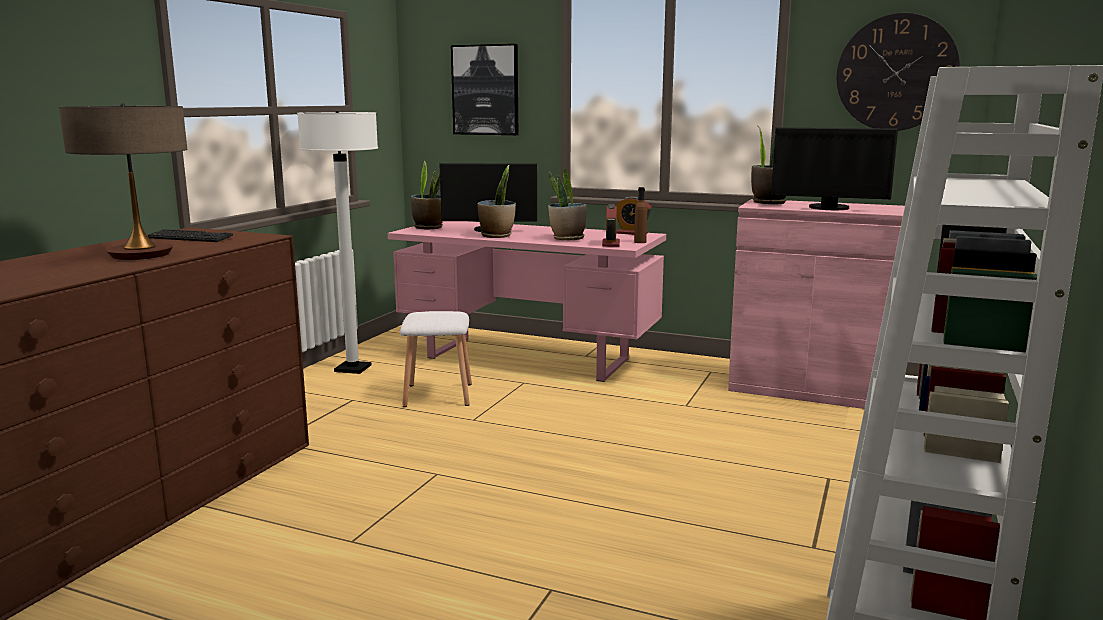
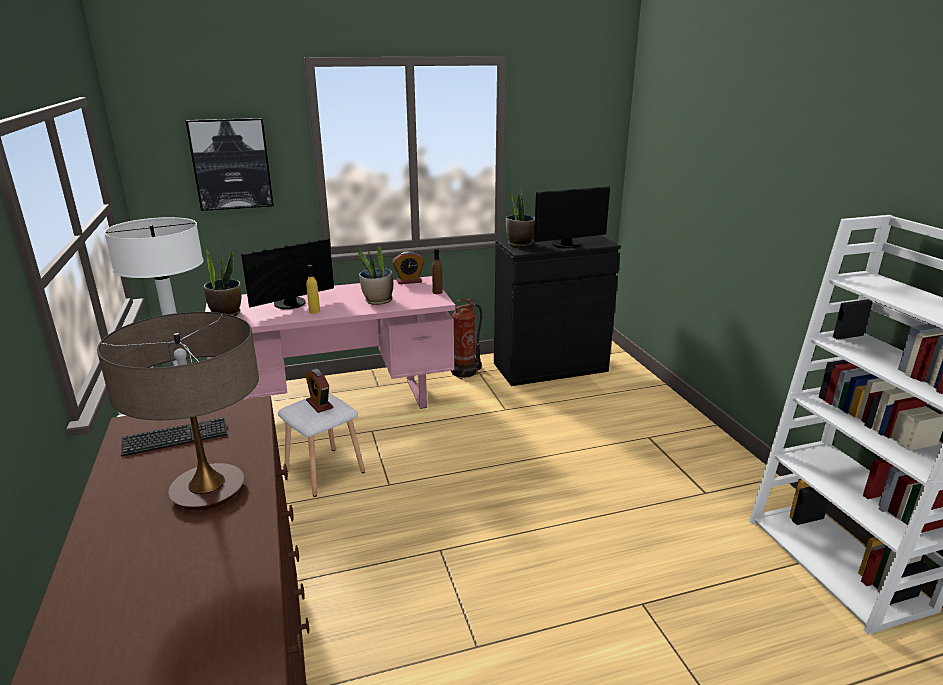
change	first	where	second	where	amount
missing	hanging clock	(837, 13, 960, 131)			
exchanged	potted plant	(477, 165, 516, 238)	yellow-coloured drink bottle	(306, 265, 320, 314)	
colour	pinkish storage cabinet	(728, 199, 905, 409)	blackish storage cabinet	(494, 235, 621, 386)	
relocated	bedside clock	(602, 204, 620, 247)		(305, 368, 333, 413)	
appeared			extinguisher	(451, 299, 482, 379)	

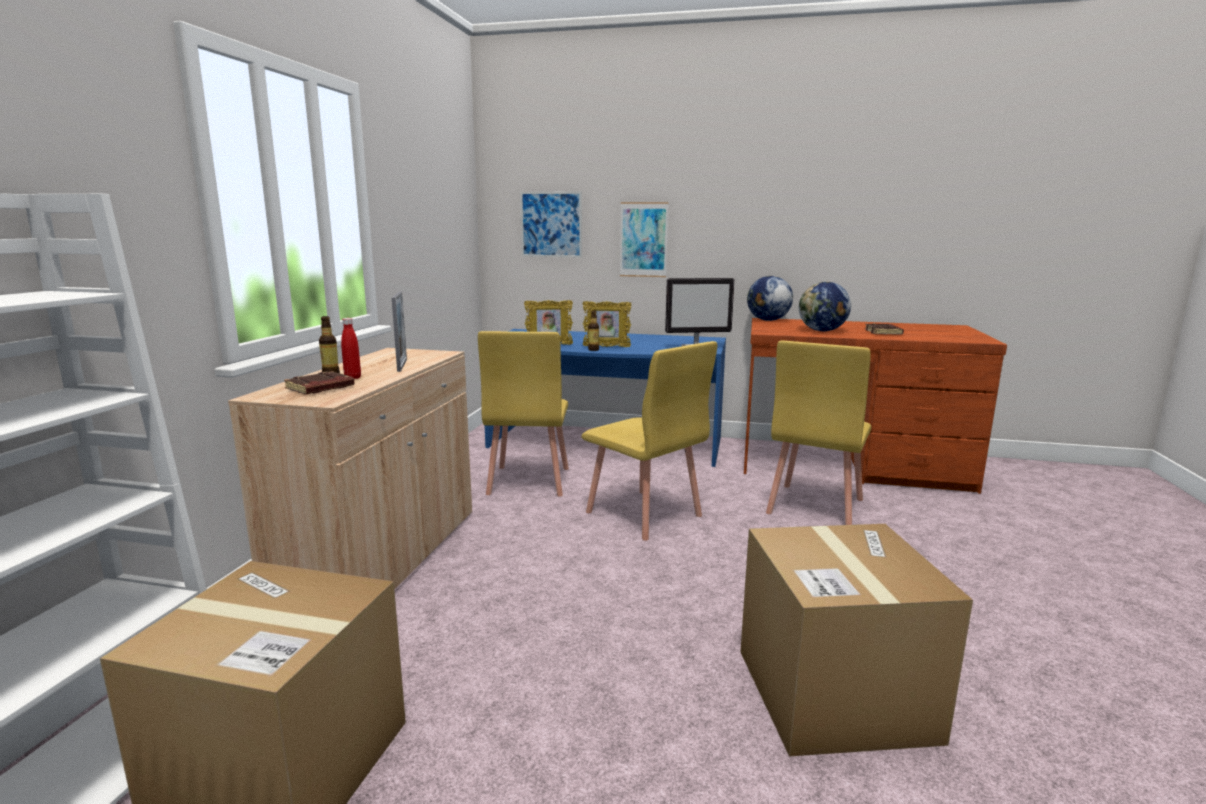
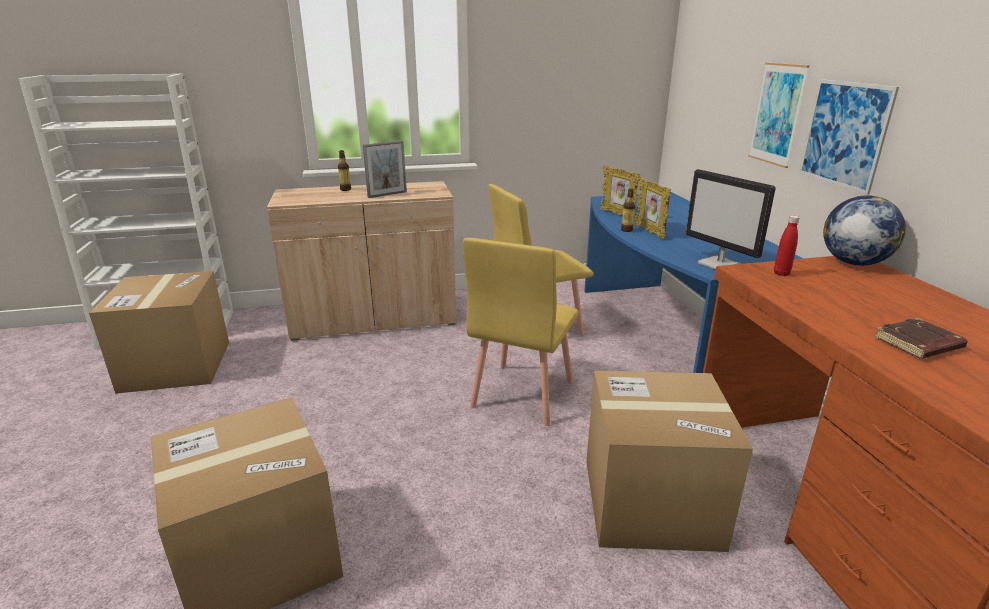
change	first	where	second	where	amount
relocated	picture	(520, 192, 582, 258)		(799, 79, 899, 195)	
missing	desk globe	(799, 282, 851, 331)			
relocated	red-coloured drink bottle	(341, 318, 361, 379)		(774, 216, 799, 276)	
exchanged	yellow-coloured plain chair	(766, 341, 871, 525)	carton	(586, 370, 753, 552)	
missing	brownish book	(284, 371, 355, 394)			

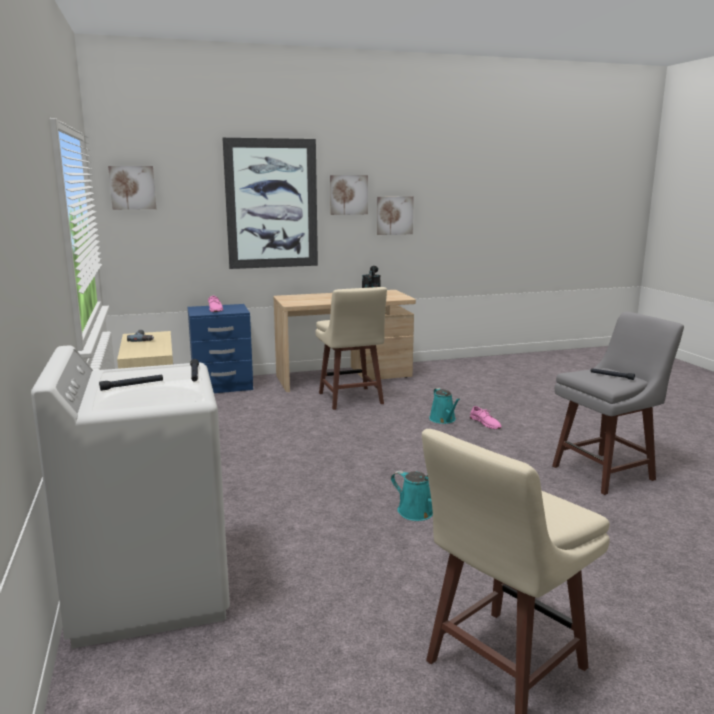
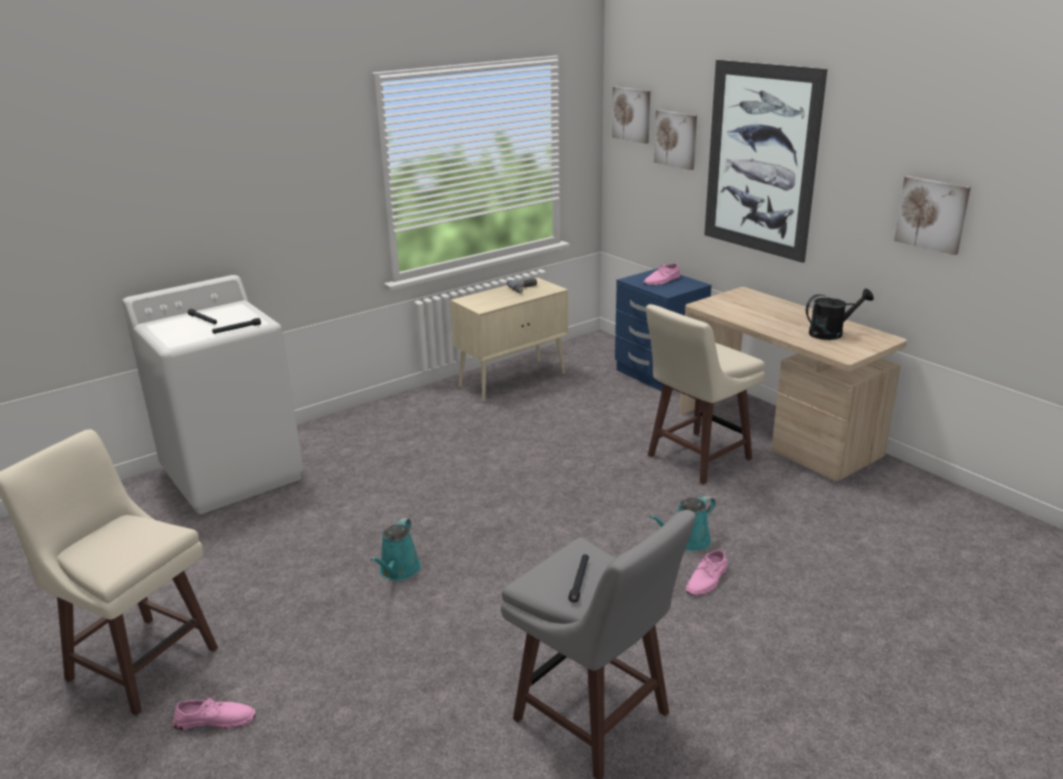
change	first	where	second	where	amount
relocated	picture	(330, 175, 368, 215)		(654, 110, 697, 170)	
appeared			pinkish item of footwear	(173, 695, 256, 730)	

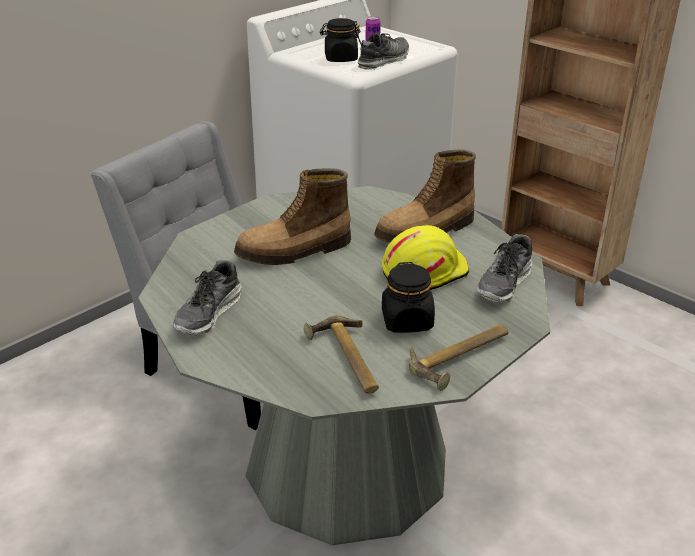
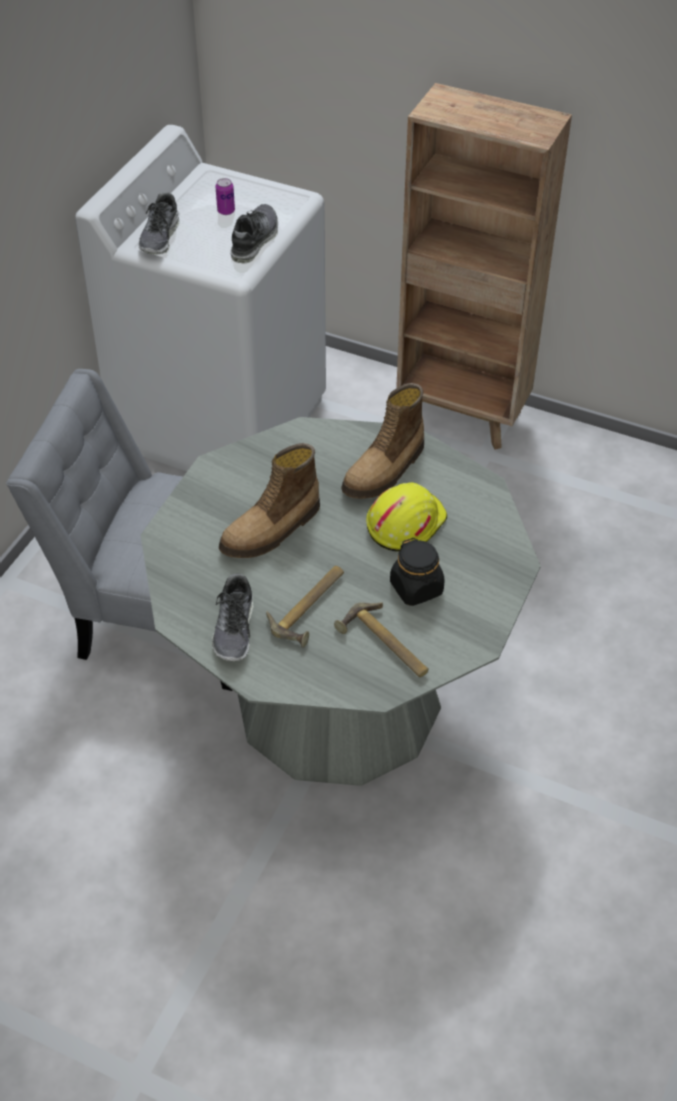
change	first	where	second	where	amount
missing	blackish jar	(320, 18, 361, 62)			
relocated	item of footwear	(477, 234, 532, 302)		(139, 193, 180, 255)	
relocated	hammer	(409, 324, 508, 391)		(266, 566, 344, 648)	

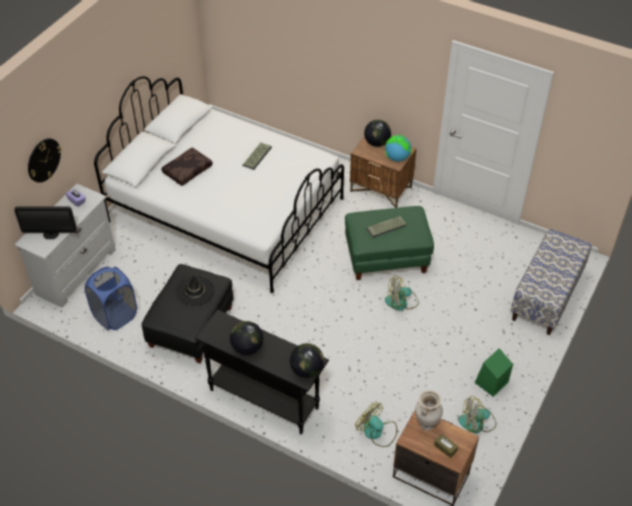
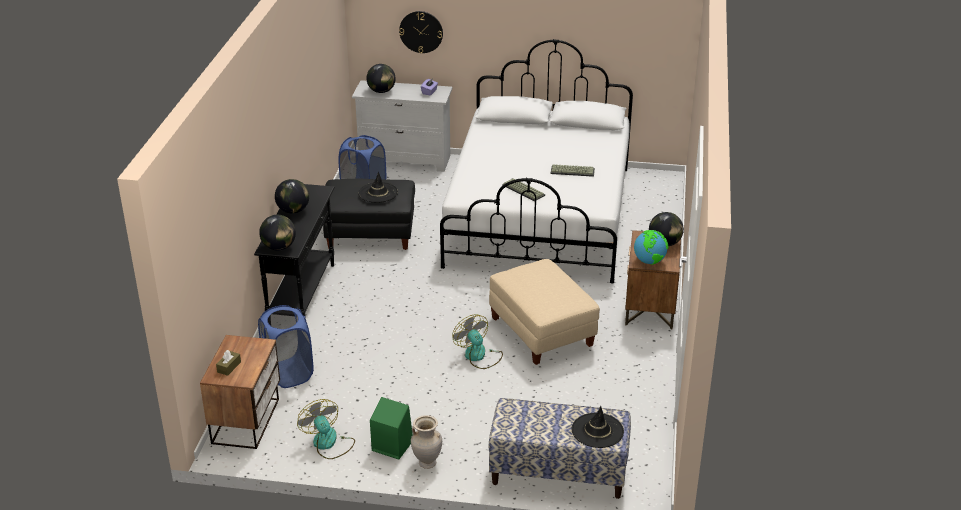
change	first	where	second	where	amount
missing	brownish pillow	(161, 148, 213, 186)			
colour	green-coloured ottoman	(345, 206, 434, 280)	beige-coloured ottoman	(489, 259, 600, 365)	
exchanged	computer screen	(14, 207, 77, 239)	desk globe	(366, 64, 396, 93)	
relocated	PC keyboard	(366, 216, 407, 238)		(502, 178, 545, 201)	
relocated	beige-coloured vase	(415, 390, 443, 430)		(411, 415, 442, 469)	
exchanged	fan	(355, 402, 397, 447)	bluish laundry basket	(258, 305, 313, 388)	
appeared			blackish wearable hat	(572, 406, 624, 448)	

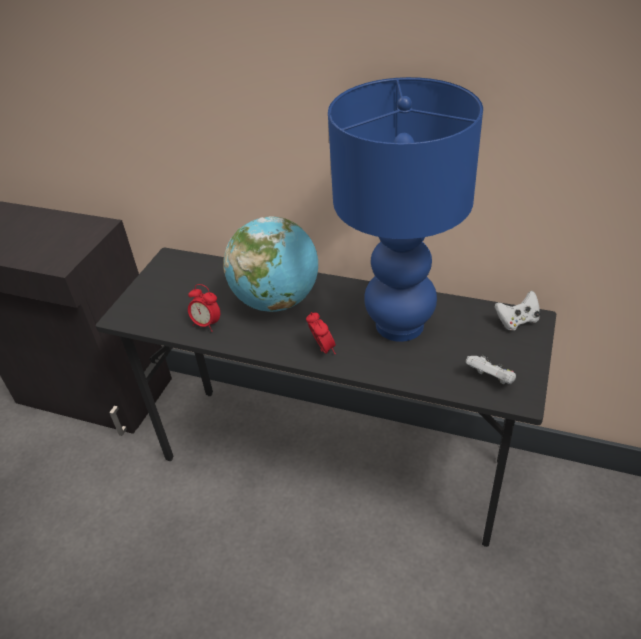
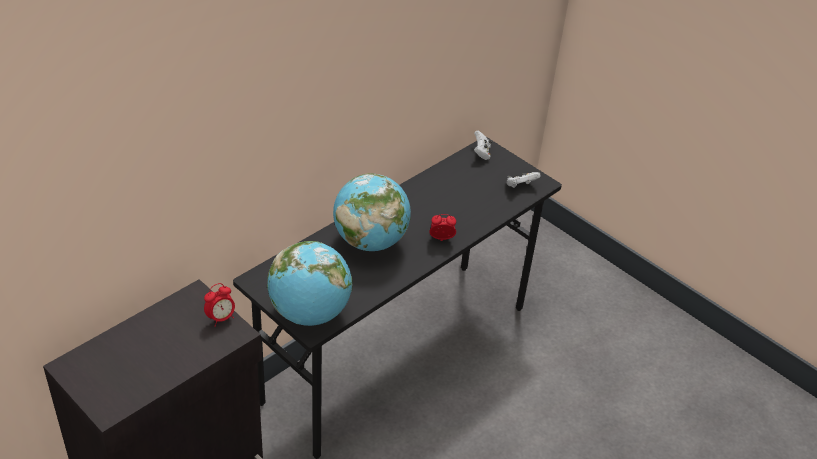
change	first	where	second	where	amount
missing	bluish lamp for a table	(328, 77, 483, 342)			
relocated	bedside clock	(188, 284, 220, 332)		(204, 283, 235, 327)	
appeared			desk globe	(267, 241, 352, 326)	

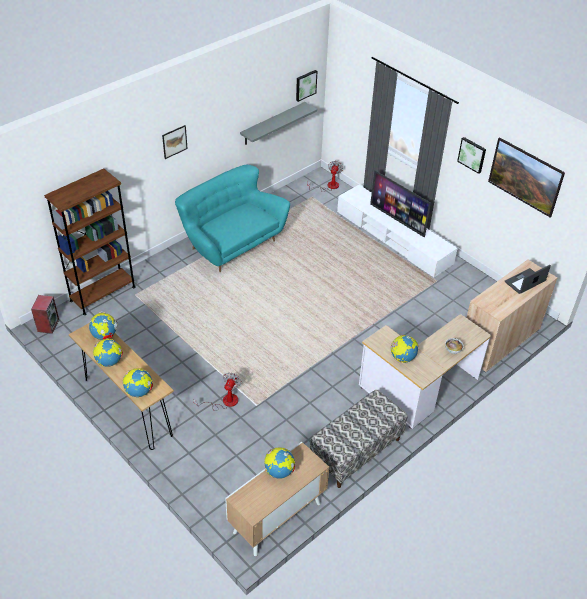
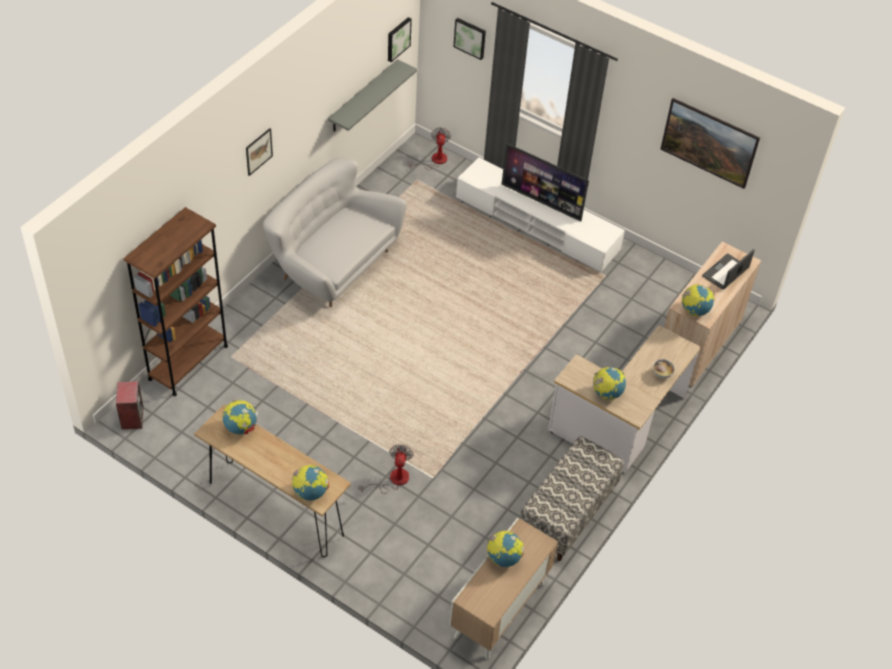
change	first	where	second	where	amount
relocated	picture	(457, 137, 486, 174)		(454, 18, 486, 60)	
colour	turquoise-coloured settee	(175, 165, 290, 272)	whitish settee	(263, 157, 407, 307)	
relocated	desk globe	(93, 338, 123, 367)		(682, 284, 714, 317)	

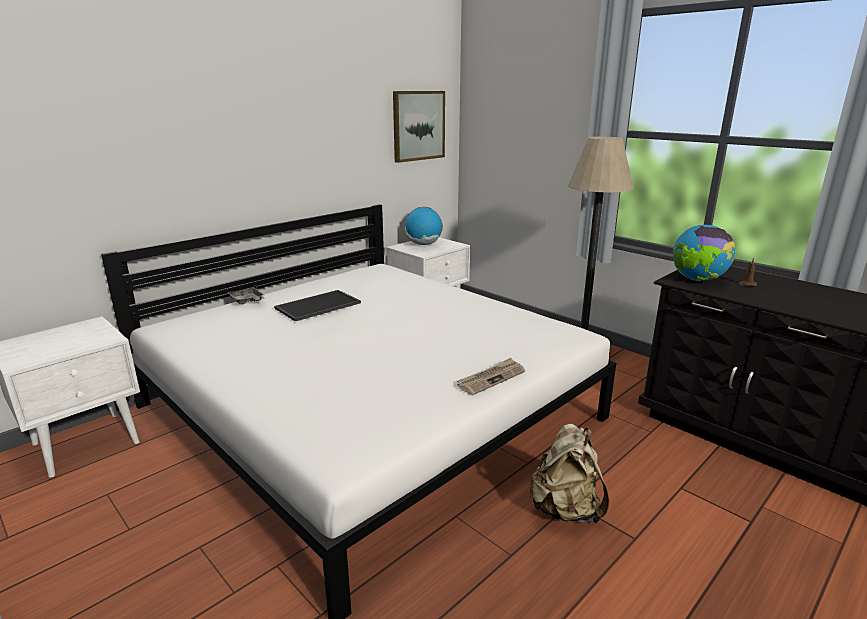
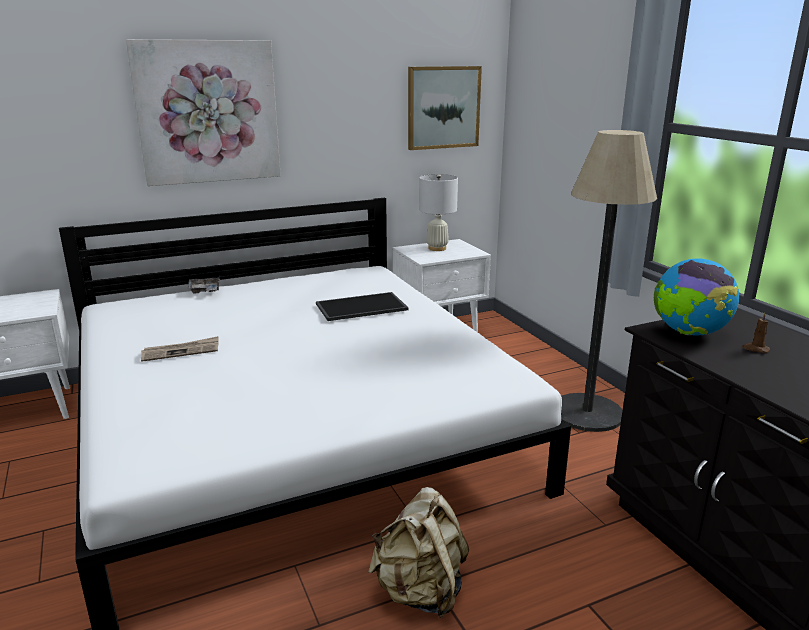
change	first	where	second	where	amount
exchanged	desk globe	(405, 207, 443, 245)	whitish lamp for a table	(419, 174, 458, 251)	
relocated	serving tray	(274, 290, 361, 321)		(316, 292, 408, 321)	
relocated	daily paper	(457, 358, 525, 395)		(141, 336, 219, 362)	
appeared			picture	(126, 39, 281, 186)	

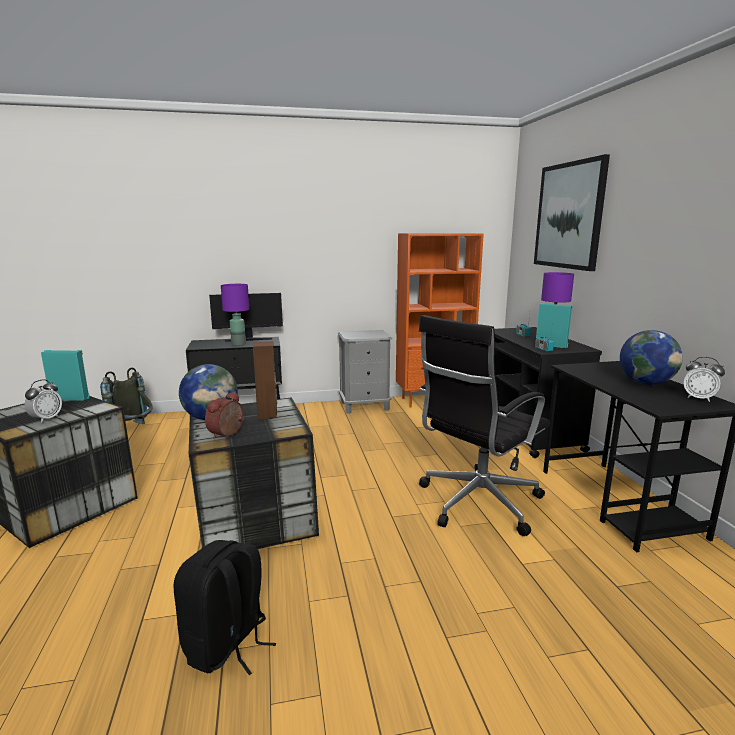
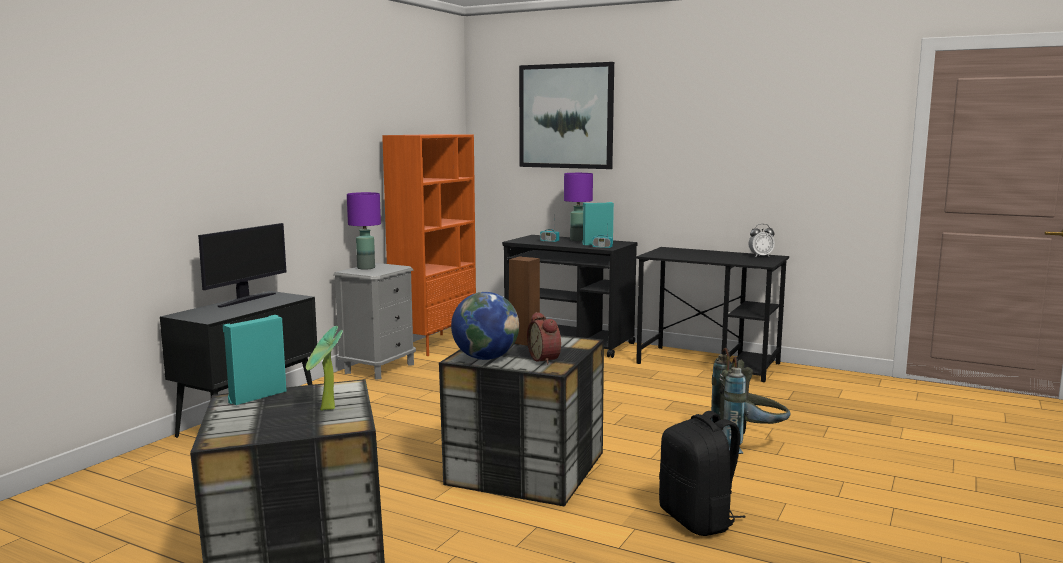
change	first	where	second	where	amount
relocated	purple lamp for a table	(221, 284, 249, 346)		(347, 192, 381, 270)	
missing	blackish office chair	(419, 315, 550, 536)			
missing	desk globe	(620, 330, 683, 385)			
relocated	grey backpack	(100, 368, 152, 424)		(711, 348, 791, 454)	
exchanged	bedside clock	(24, 379, 62, 423)	potted plant	(306, 326, 343, 411)	

